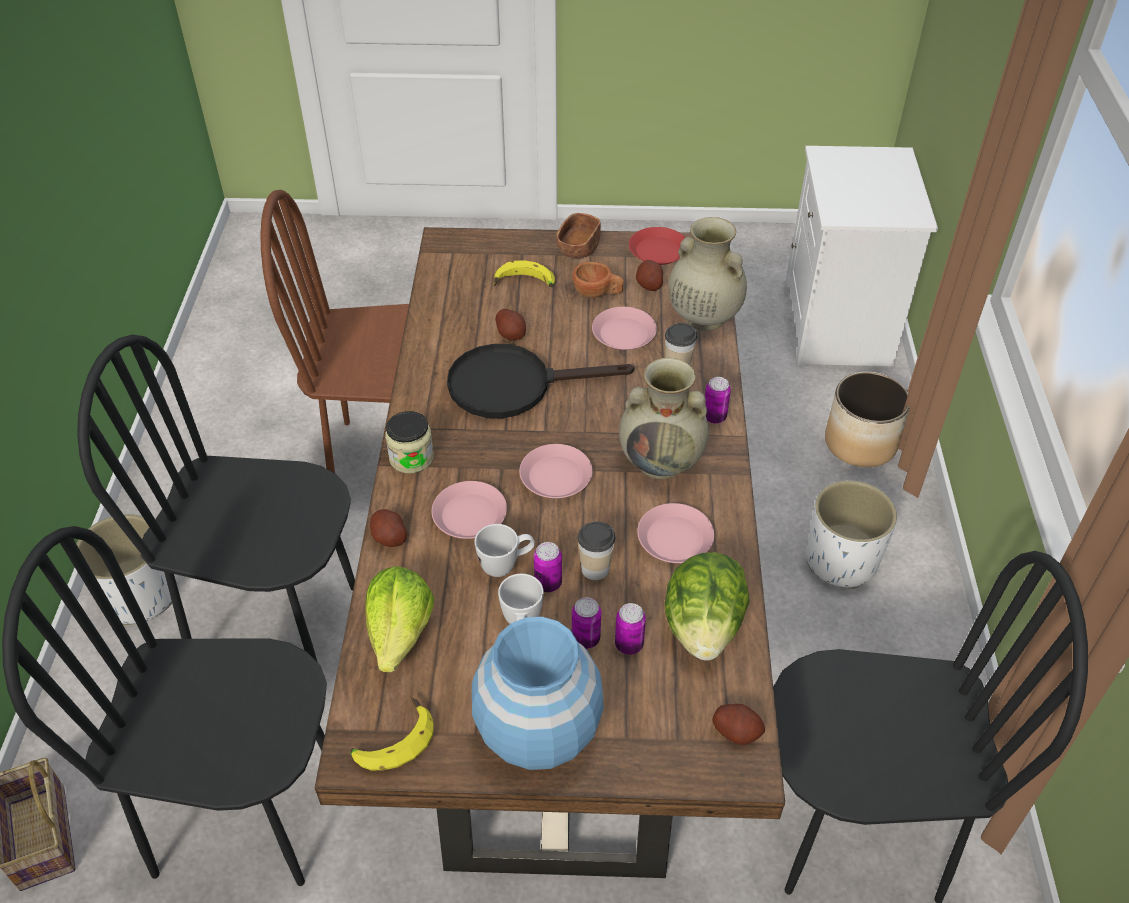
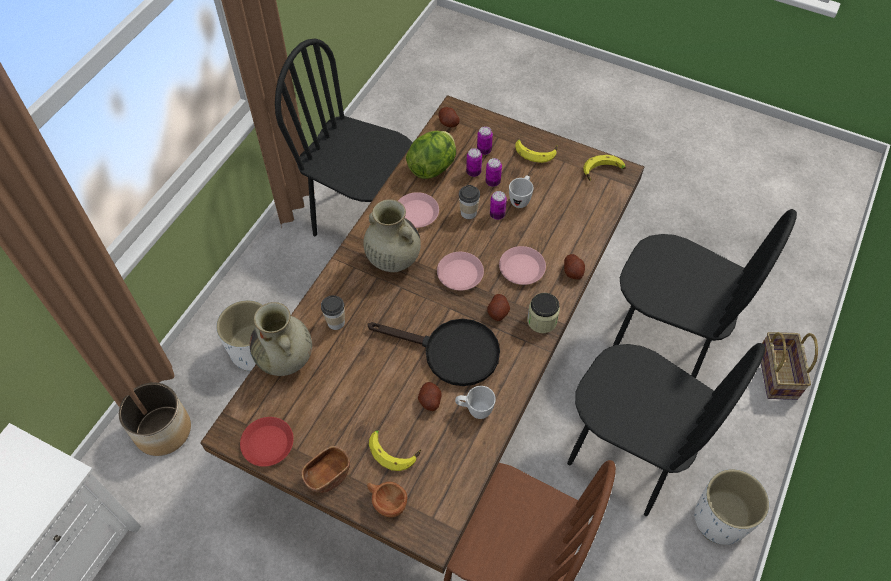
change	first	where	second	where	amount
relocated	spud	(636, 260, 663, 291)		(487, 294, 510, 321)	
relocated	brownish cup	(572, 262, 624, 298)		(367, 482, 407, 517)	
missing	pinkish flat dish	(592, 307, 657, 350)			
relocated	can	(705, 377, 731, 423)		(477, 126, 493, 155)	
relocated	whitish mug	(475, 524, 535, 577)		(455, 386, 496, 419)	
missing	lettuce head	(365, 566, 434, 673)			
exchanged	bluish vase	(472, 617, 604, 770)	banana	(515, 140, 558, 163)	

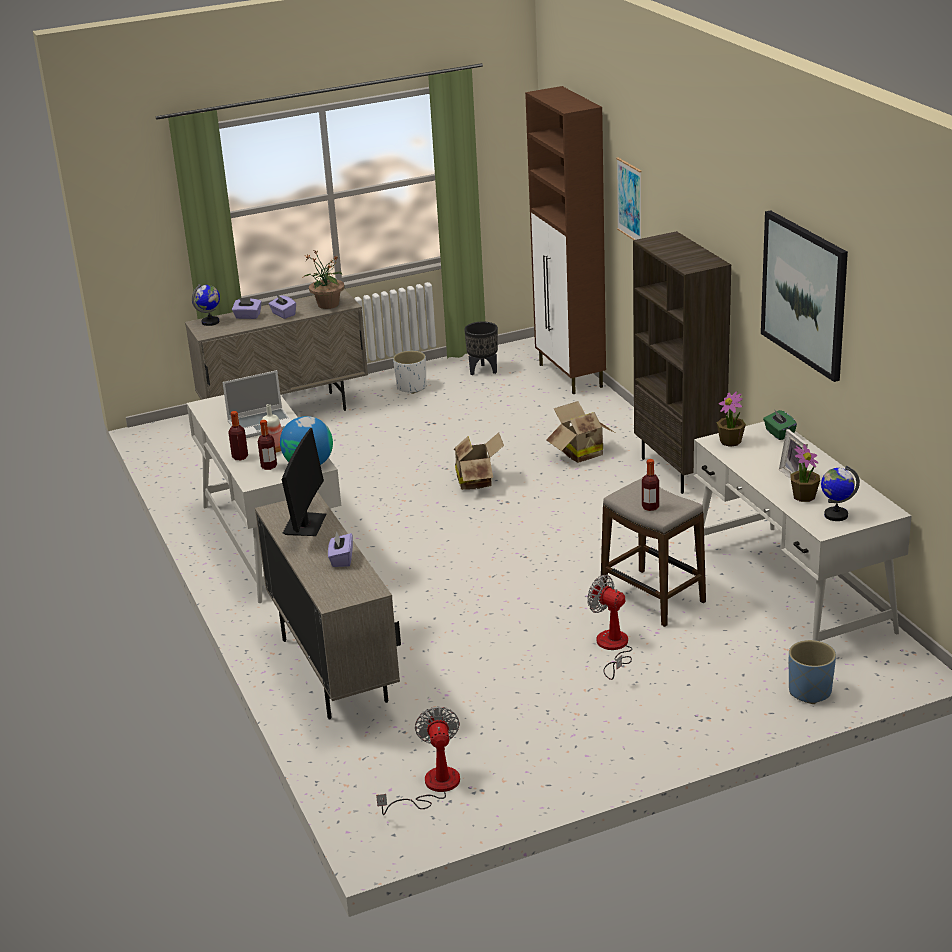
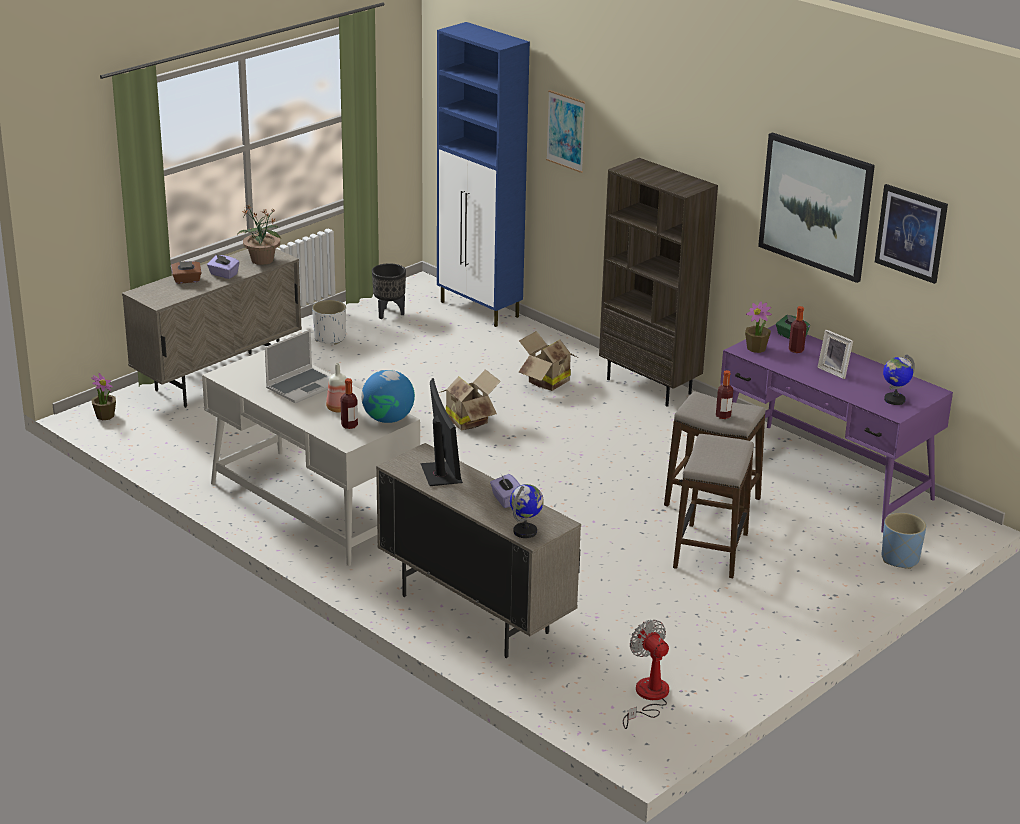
change	first	where	second	where	amount
colour	brownish storage cabinet	(525, 86, 606, 394)	bluish storage cabinet	(437, 22, 530, 327)	
relocated	desk globe	(192, 284, 220, 326)		(510, 484, 544, 538)	
colour	purple box of tissues	(232, 298, 262, 319)	brownish box of tissues	(171, 261, 201, 284)	
relocated	drink bottle	(228, 411, 248, 460)		(789, 306, 807, 353)	
colour	whitish desk unit	(694, 422, 911, 641)	purple desk unit	(720, 324, 953, 533)	
relocated	potted plant	(790, 444, 820, 502)		(91, 373, 116, 420)	
exchanged	fan	(587, 575, 633, 680)	stool	(673, 434, 754, 578)	
appeared			picture	(875, 184, 948, 284)	

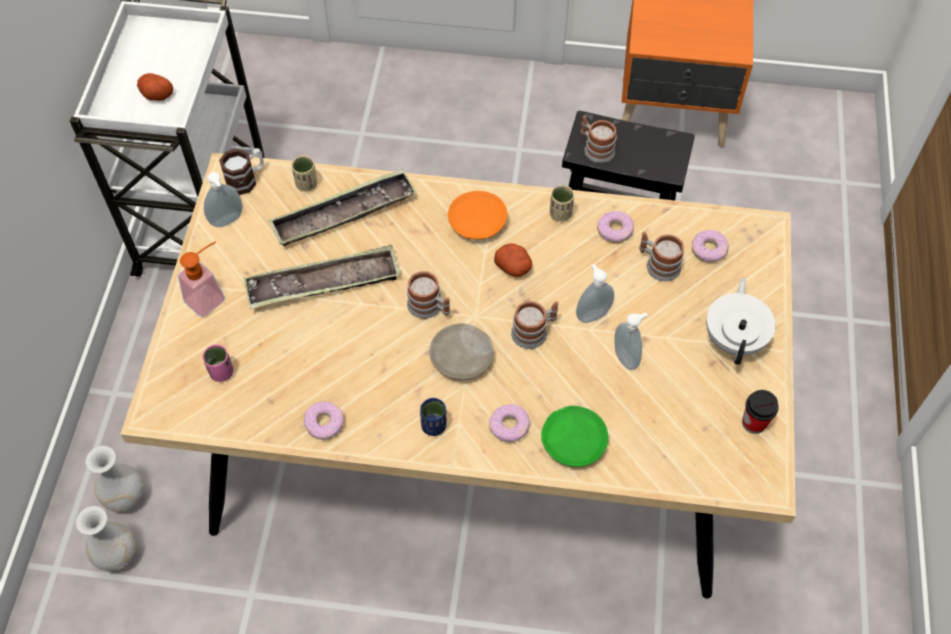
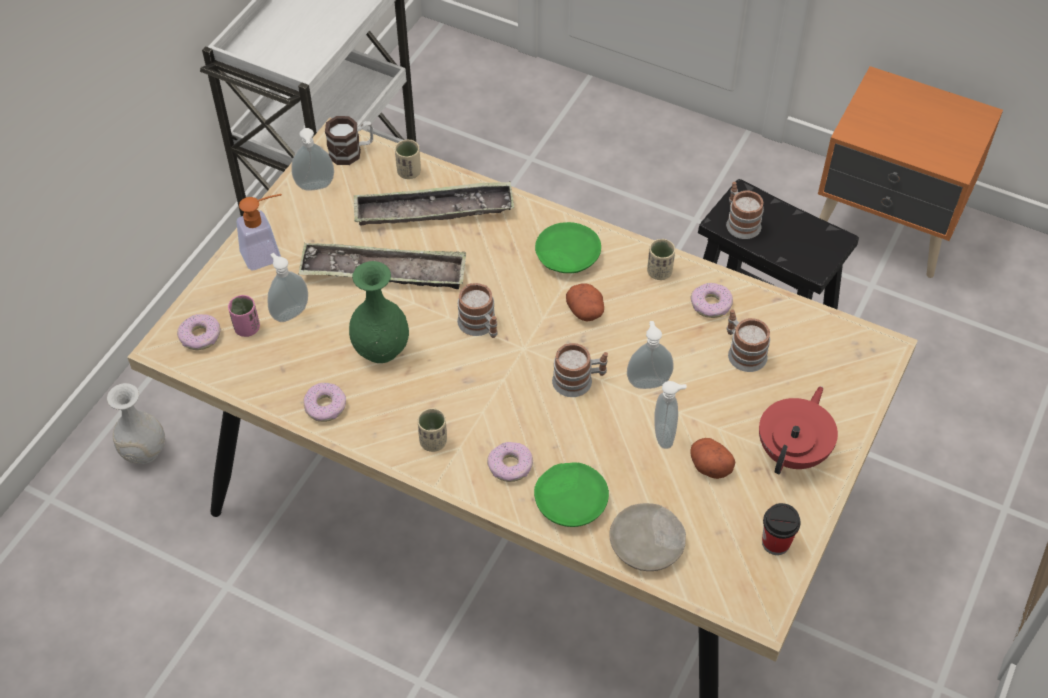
change	first	where	second	where	amount
relocated	spud	(137, 73, 173, 101)		(690, 438, 735, 479)	
colour	orangey flat dish	(448, 191, 507, 239)	green-coloured flat dish	(535, 222, 601, 273)	
relocated	doughnut	(692, 230, 729, 263)		(177, 314, 221, 350)	
colour	whitish pot for tea	(706, 278, 776, 365)	red-coloured pot for tea	(759, 386, 838, 474)	
relocated	beige-coloured flat dish	(429, 323, 494, 380)		(609, 503, 686, 571)	
colour	bluish cup	(420, 398, 446, 436)	beige-coloured cup	(418, 408, 447, 452)	
missing	whitish vase	(76, 506, 137, 572)			
appeared			soap bottle	(267, 253, 308, 322)	
appeared			green-coloured vase	(349, 261, 409, 363)	

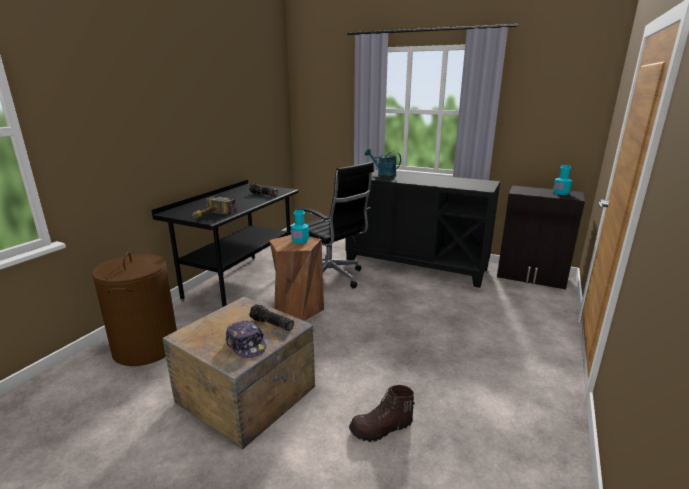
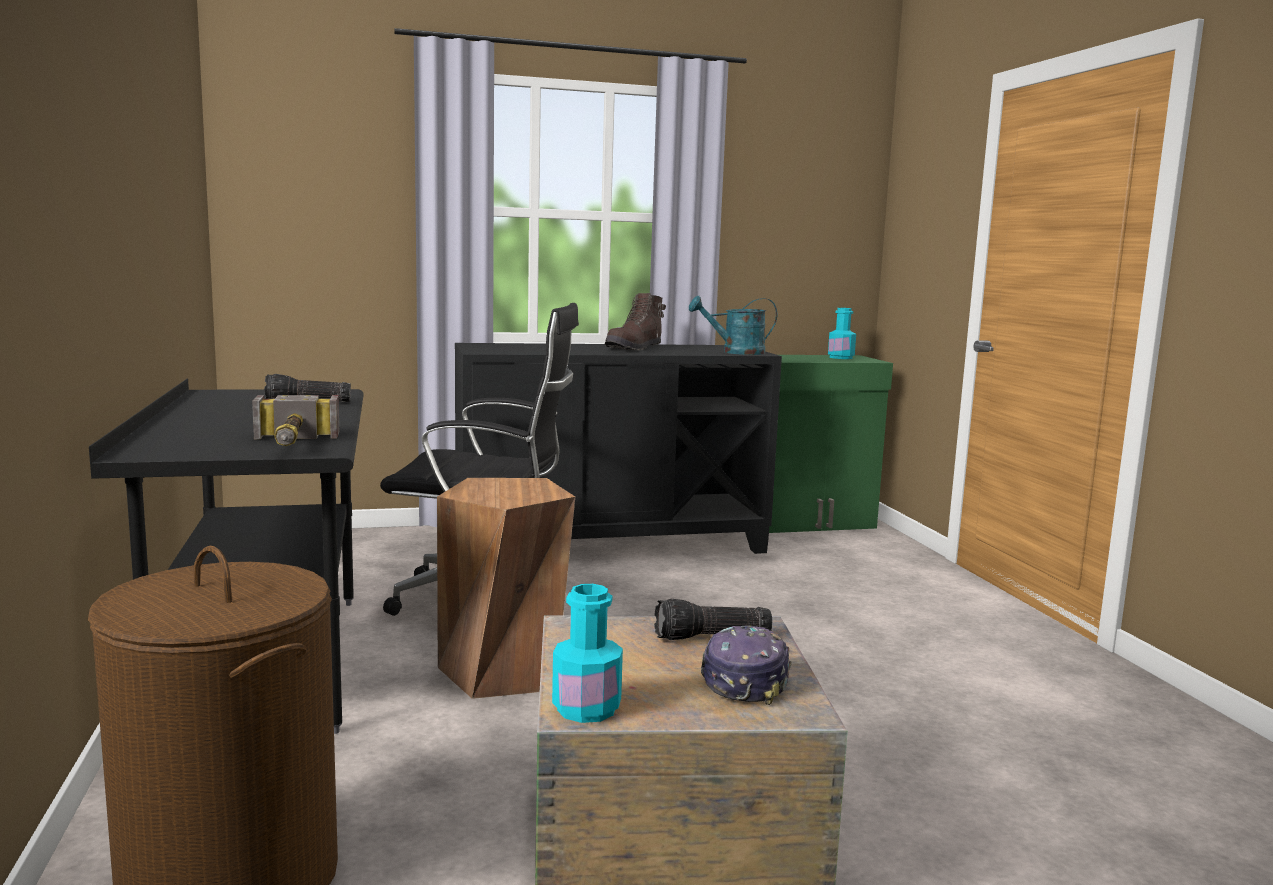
change	first	where	second	where	amount
relocated	turquoise-coloured sprinkling can	(365, 149, 401, 178)		(689, 296, 777, 355)	
colour	blackish storage cabinet	(497, 185, 585, 289)	green-coloured storage cabinet	(769, 355, 893, 533)	
relocated	turquoise-coloured drink bottle	(291, 210, 309, 243)		(552, 584, 623, 723)	
spun	cap	(225, 321, 266, 358)		(701, 625, 792, 705)	90 degrees counterclockwise
relocated	brownish boot	(349, 385, 415, 442)		(605, 293, 666, 351)	

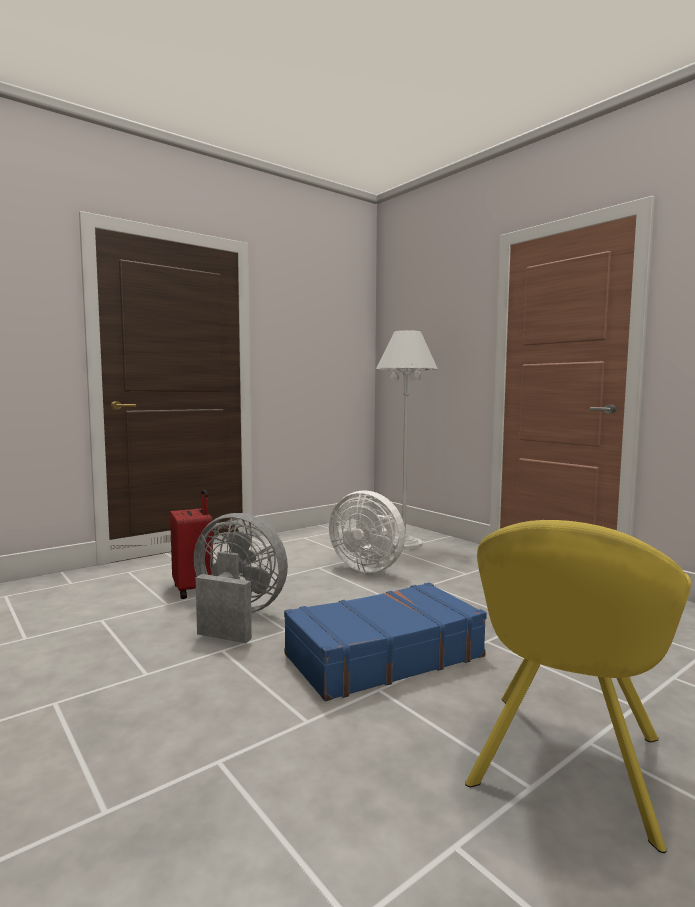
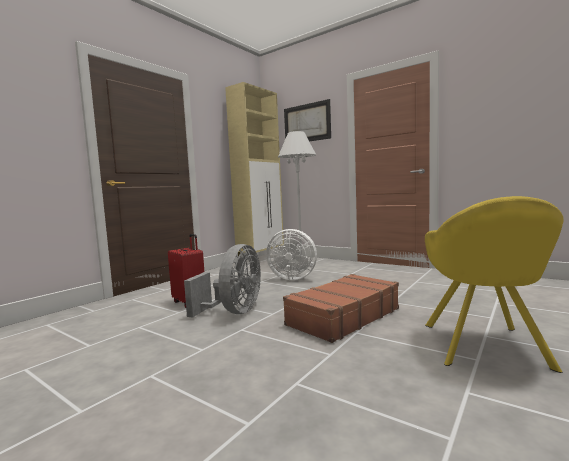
change	first	where	second	where	amount
spun	grey fan	(194, 513, 288, 643)		(184, 244, 261, 318)	105 degrees clockwise
colour	bluish suitcase	(284, 582, 487, 701)	brownish suitcase	(283, 274, 399, 343)	
appeared			beige-coloured storage cabinet	(225, 82, 284, 257)	
appeared			picture	(284, 99, 331, 142)	

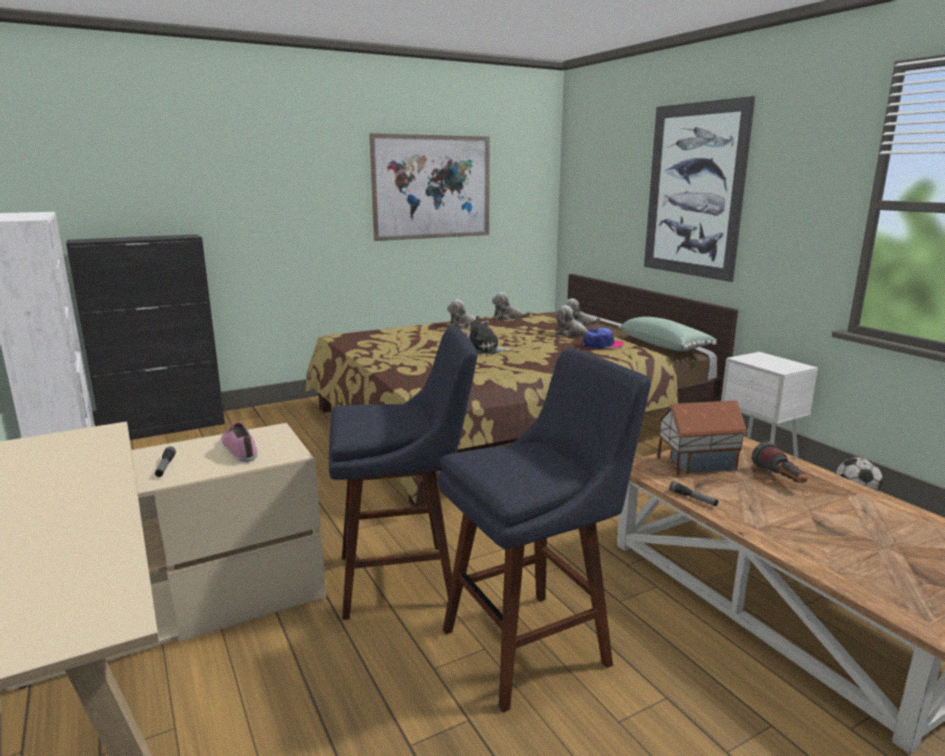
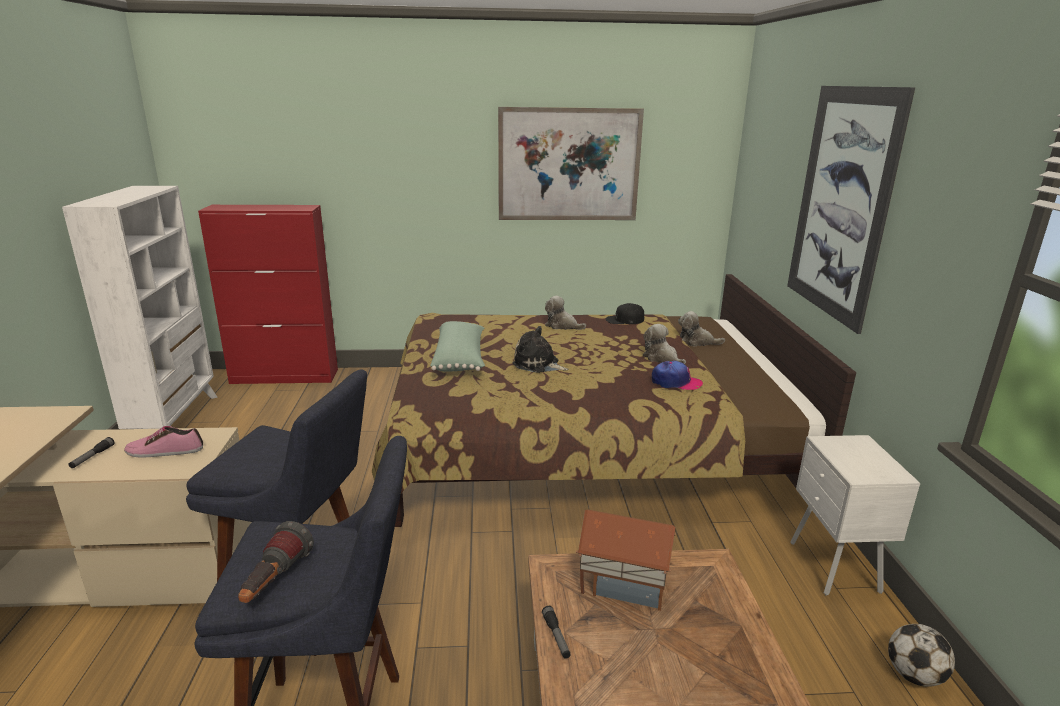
change	first	where	second	where	amount
colour	blackish storage cabinet	(66, 234, 225, 440)	red-coloured storage cabinet	(198, 205, 338, 384)	
exchanged	cuddly toy	(492, 292, 531, 320)	blackish cap	(606, 303, 644, 324)	
relocated	green-coloured pillow	(619, 317, 717, 351)		(430, 321, 485, 372)	
spun	item of footwear	(221, 422, 258, 462)		(124, 426, 203, 458)	90 degrees counterclockwise
relocated	hand torch	(752, 442, 807, 483)		(238, 521, 314, 603)	

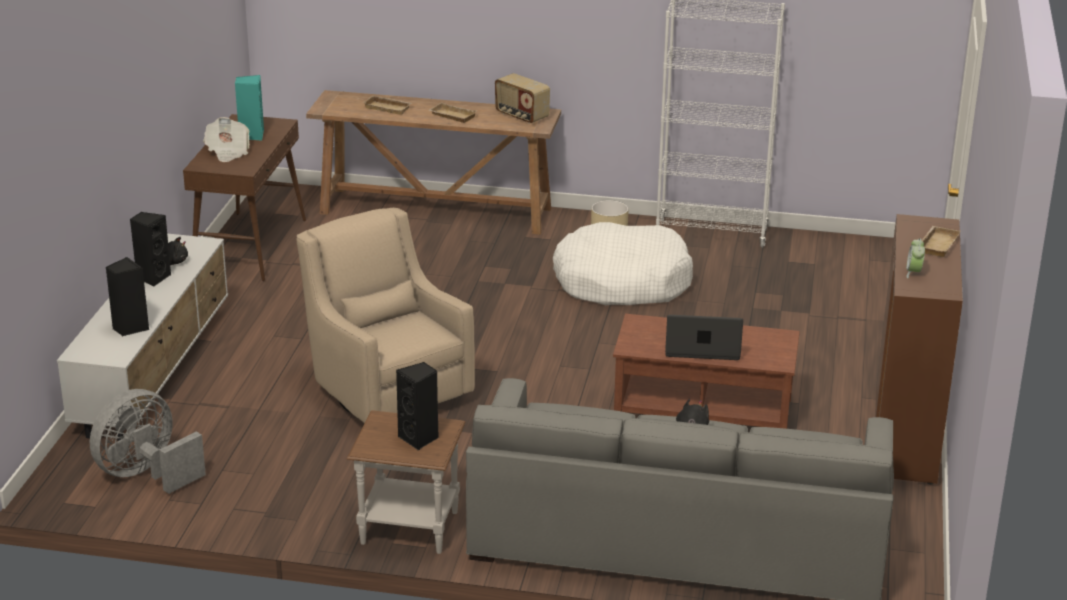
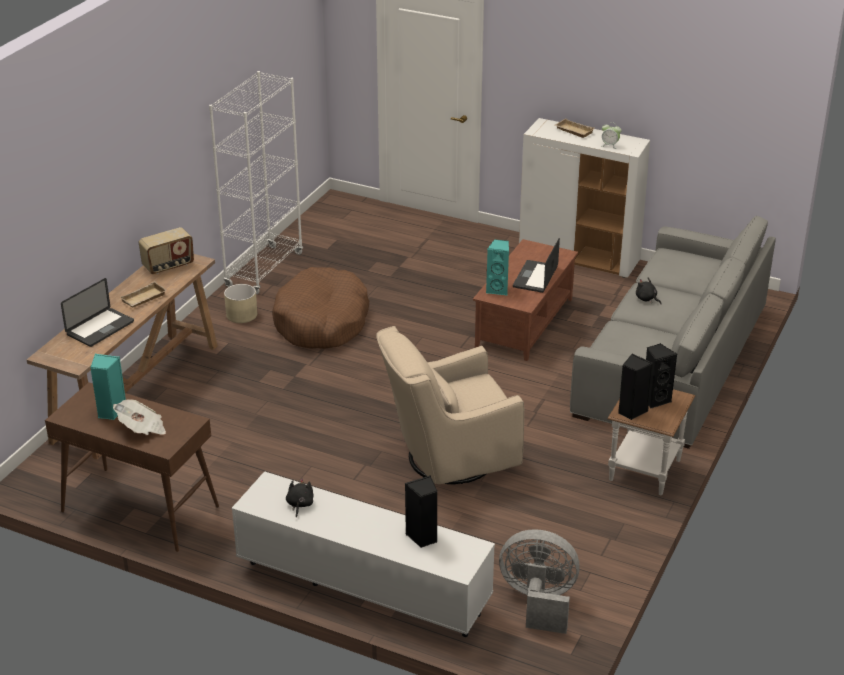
change	first	where	second	where	amount
exchanged	beige-coloured serving tray	(363, 95, 412, 115)	notebook computer	(61, 278, 134, 347)	
relocated	blackish loudspeaker	(130, 212, 171, 287)		(618, 353, 653, 420)	
colour	brownish storage cabinet	(875, 214, 963, 485)	whitish storage cabinet	(519, 118, 650, 278)	
colour	whitish pet bed	(553, 222, 693, 305)	brownish pet bed	(272, 267, 369, 349)	
spun	grey fan	(90, 389, 206, 494)		(499, 529, 580, 634)	135 degrees clockwise
appeared			turquoise-coloured loudspeaker	(486, 239, 509, 295)	

